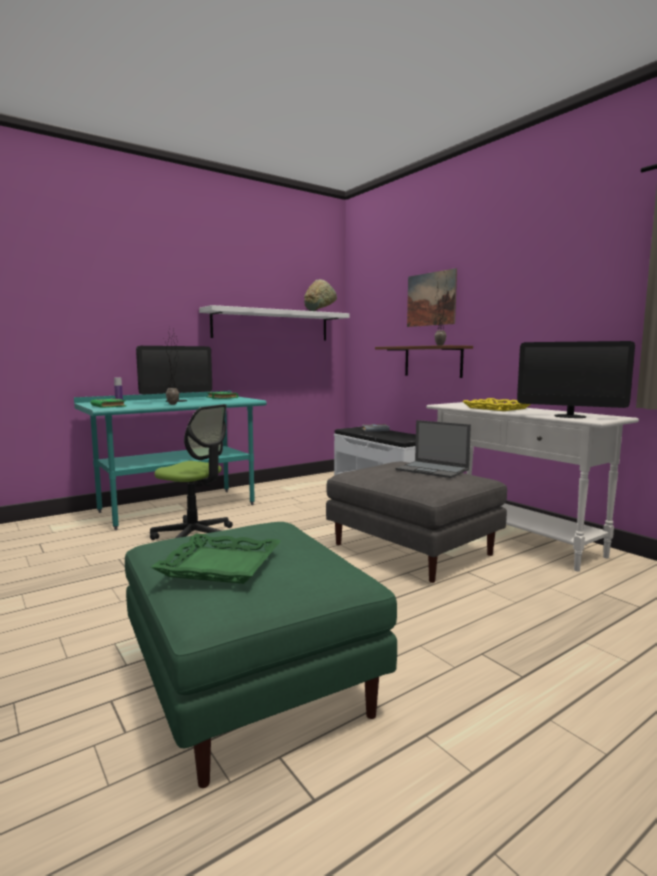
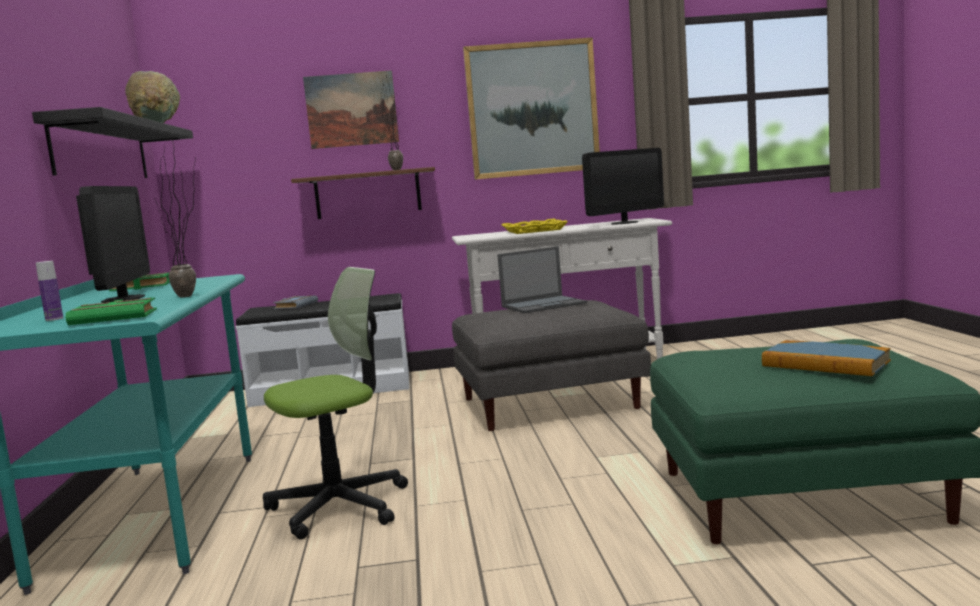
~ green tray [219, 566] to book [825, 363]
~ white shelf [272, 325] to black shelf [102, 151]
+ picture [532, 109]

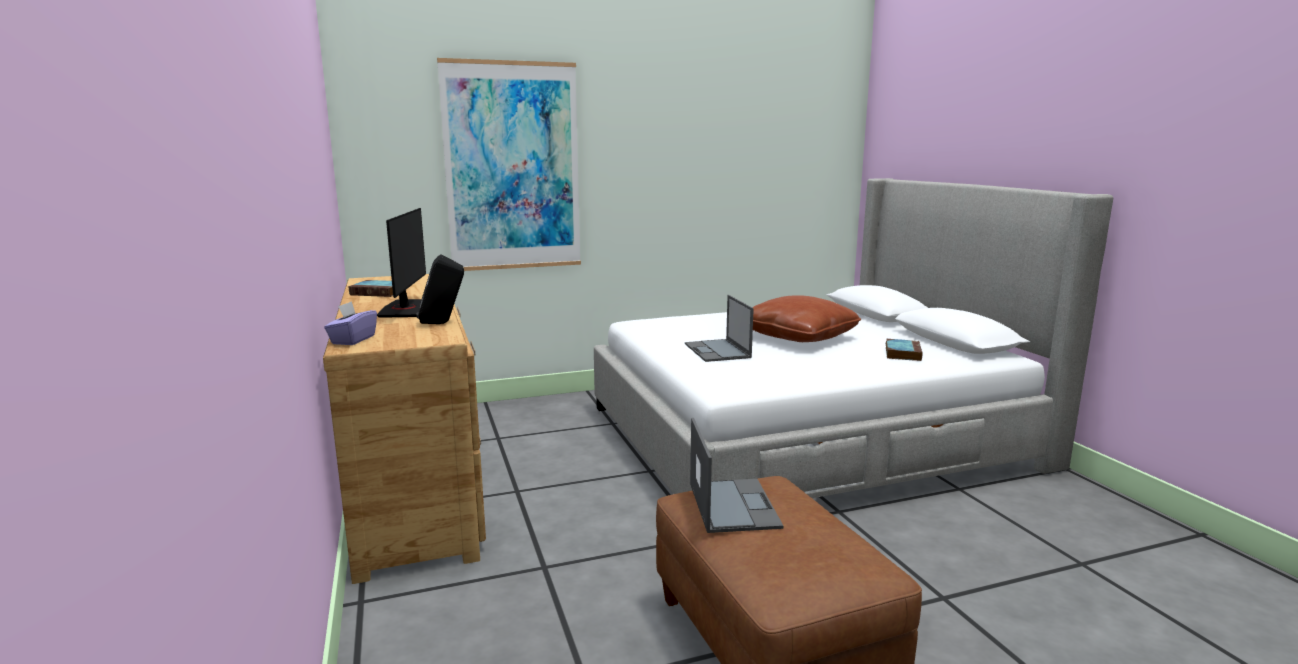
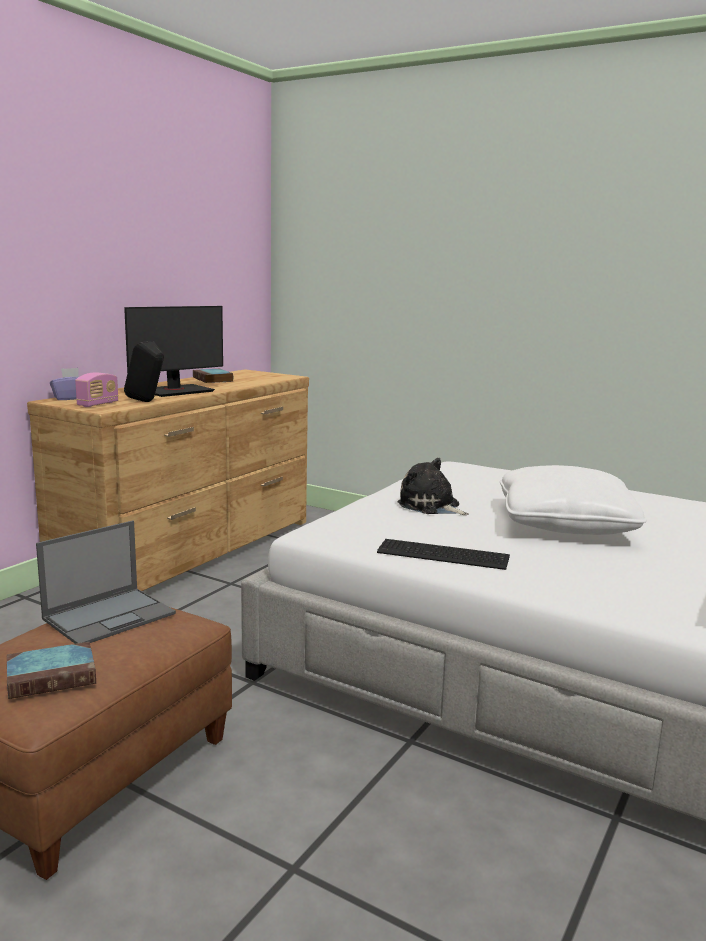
- picture [513, 167]
~ laptop [718, 351] to plush toy [431, 506]
~ brown pillow [798, 337] to white pillow [564, 524]
~ book [902, 353] to [53, 676]
+ radio [98, 404]
+ keyboard [444, 555]

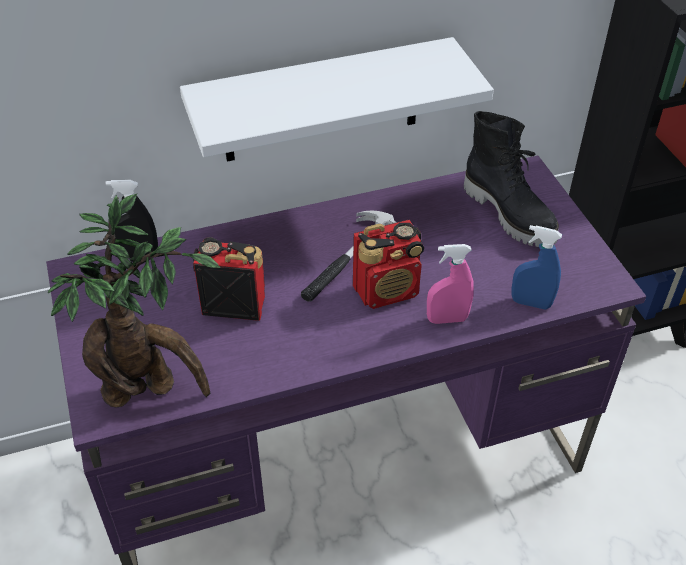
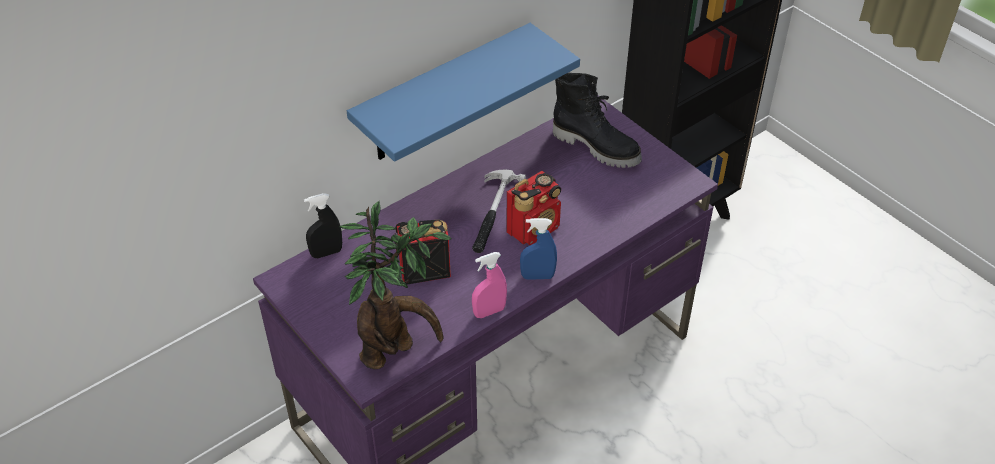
~ white shelf [321, 101] to blue shelf [443, 95]
~ pink spray bottle [447, 319] to [489, 311]
~ blue spray bottle [531, 303] to [537, 276]

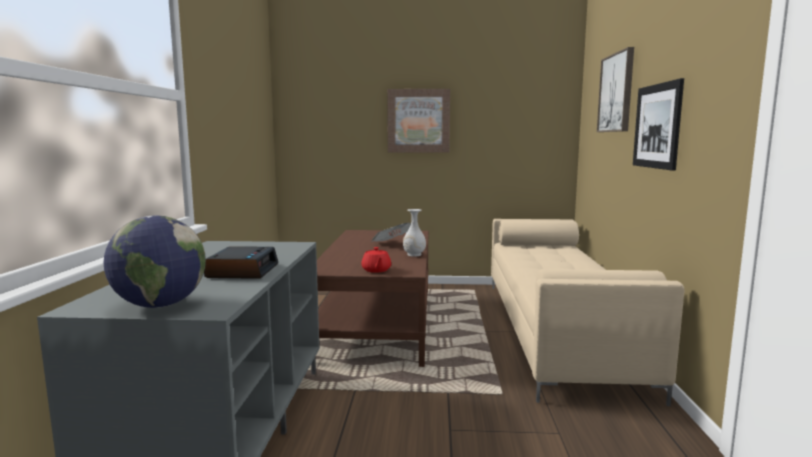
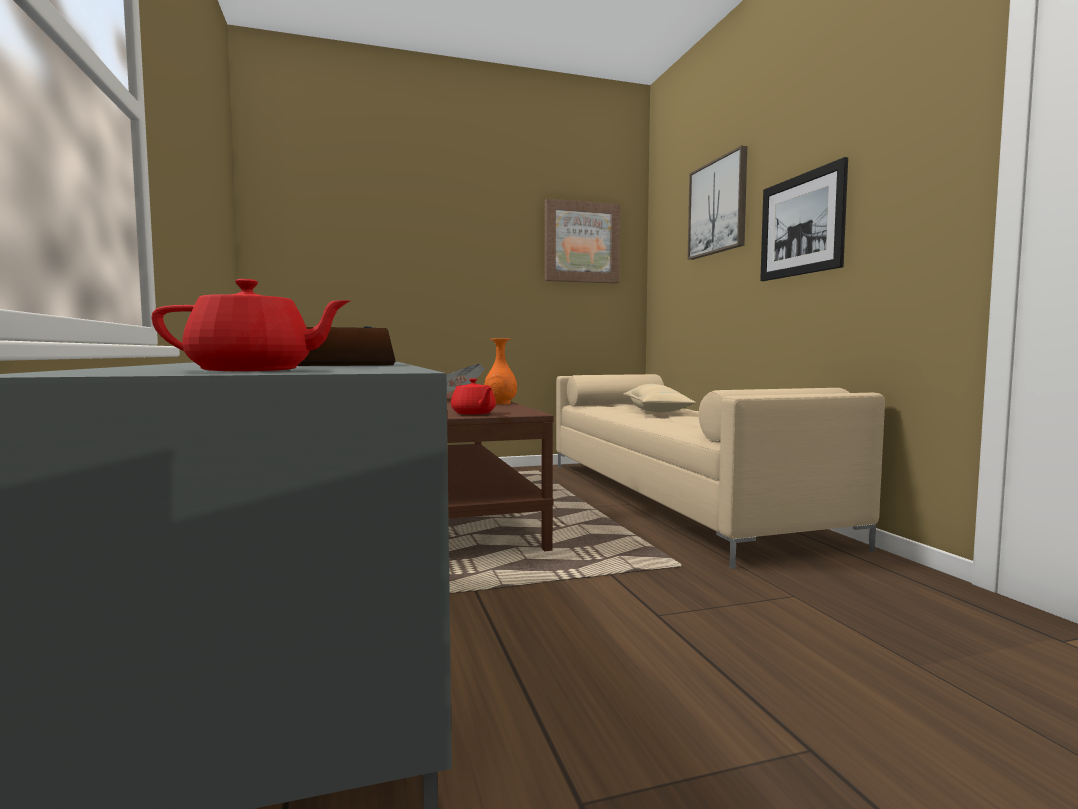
~ globe [160, 305] to red teapot [253, 370]
~ picture [418, 121] to [581, 242]
~ white vase [414, 254] to orange vase [500, 403]
+ beige pillow [656, 410]

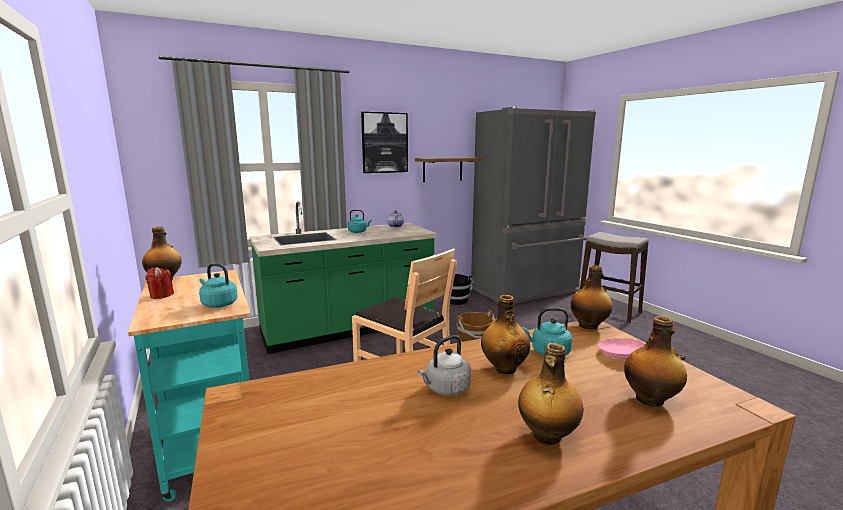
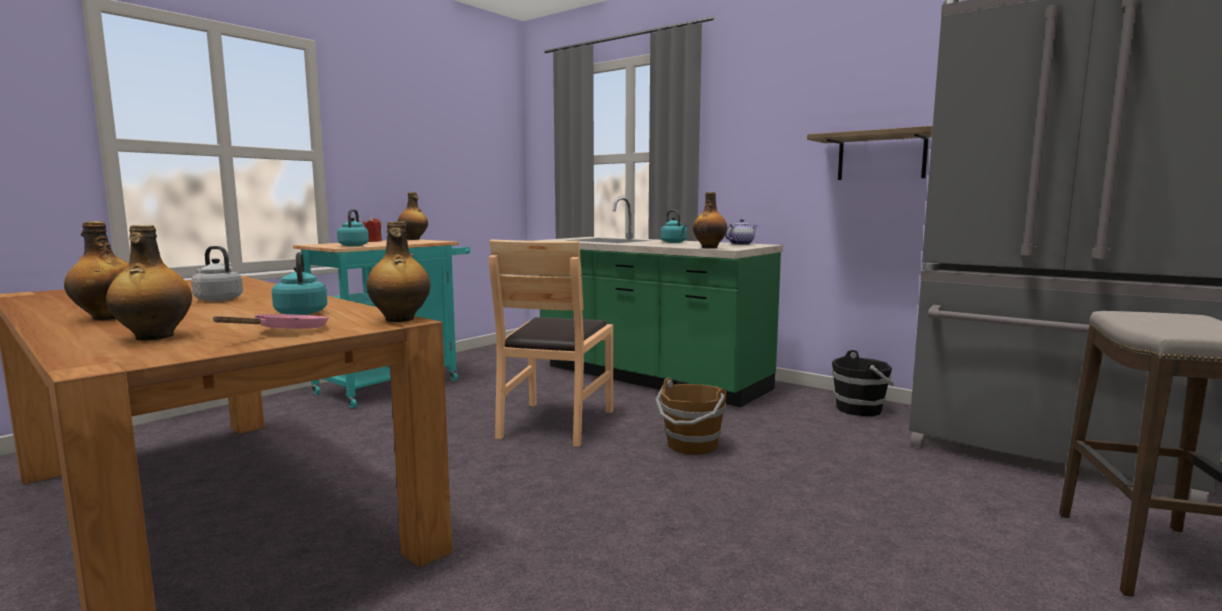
- picture [384, 143]
~ bottle [504, 368] to [709, 247]

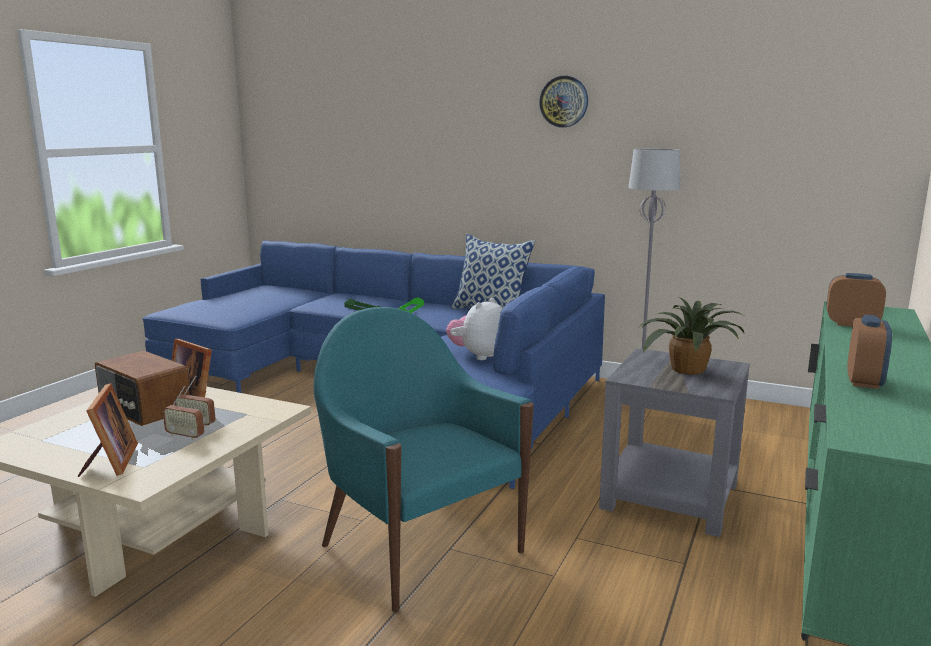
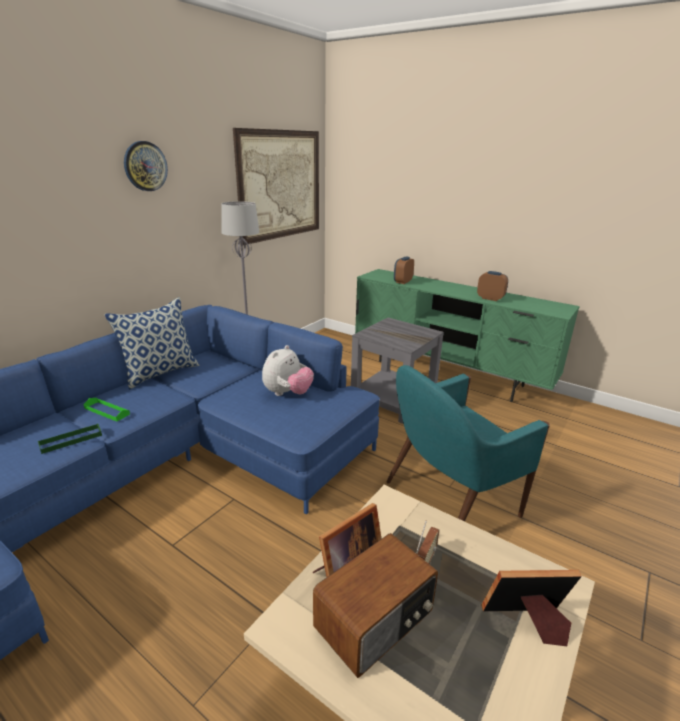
- radio [185, 436]
~ plush toy [478, 355] = [287, 393] 105 degrees counterclockwise
- potted plant [687, 370]
+ picture [280, 185]

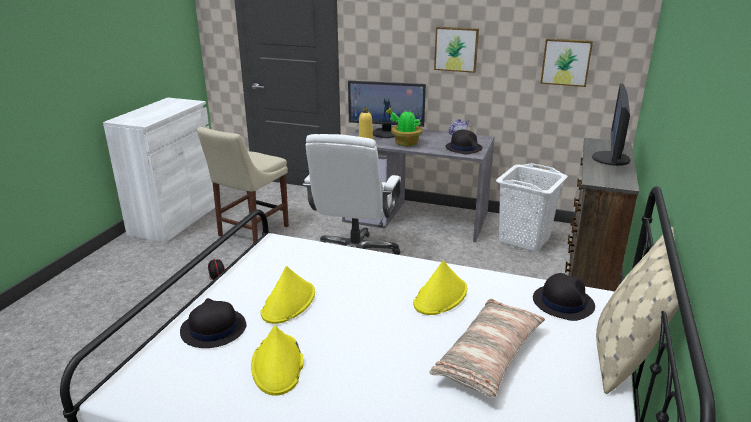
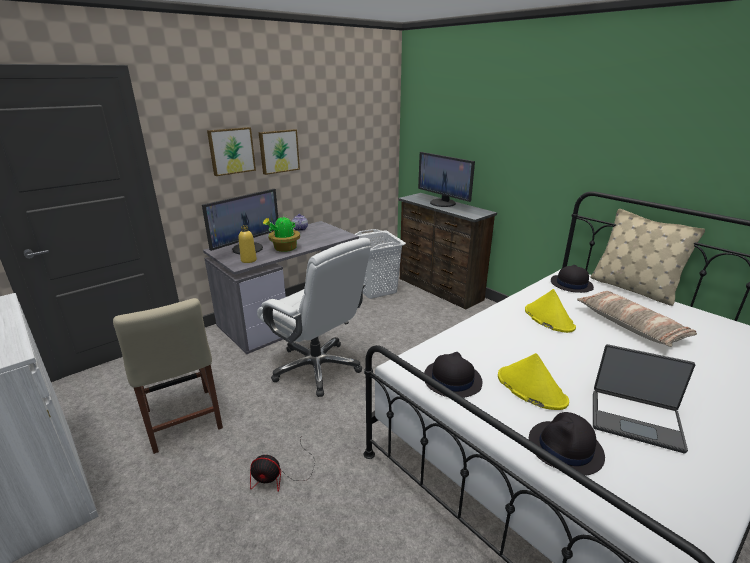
~ yellow hat [278, 365] to laptop [635, 419]
~ black hat [463, 148] to [451, 380]
~ picture [566, 62] to [231, 151]

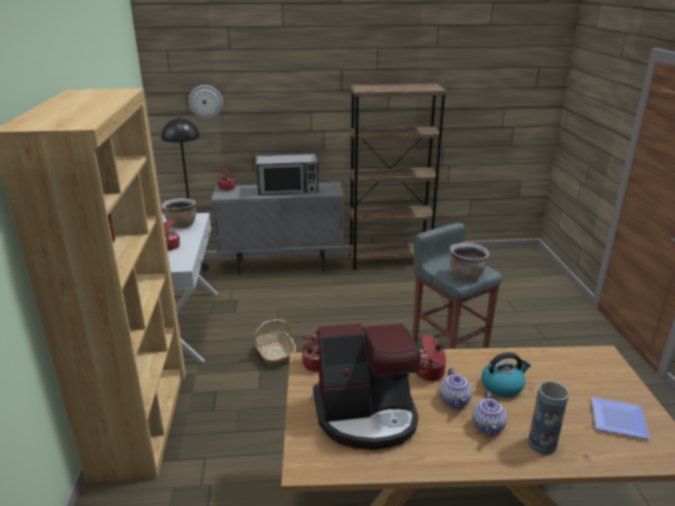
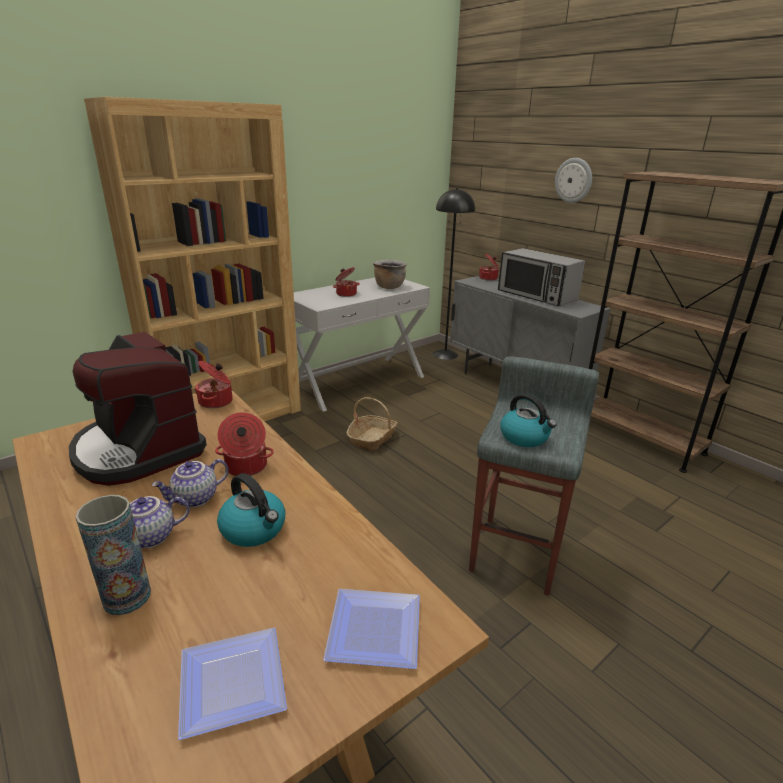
~ wall clock [206, 101] to [573, 180]
~ brown cooking pot [466, 275] to kettle [525, 437]
+ plate [378, 628]

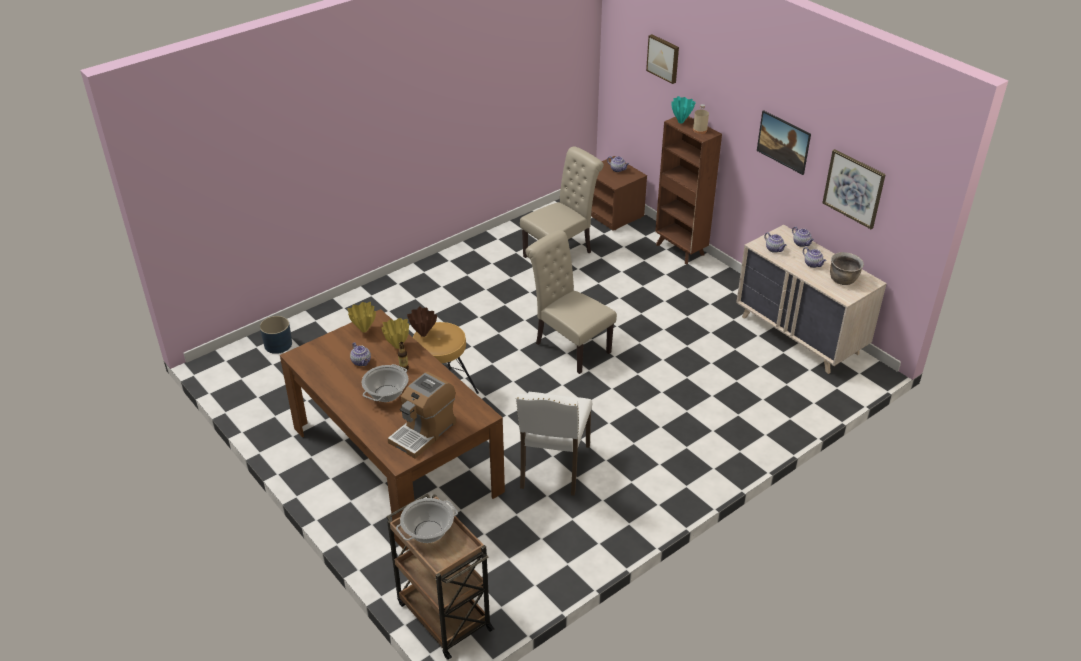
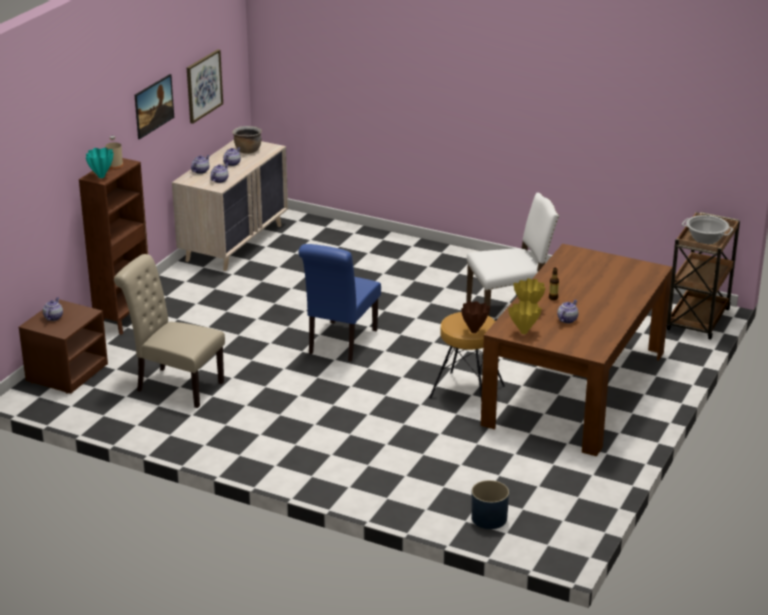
- cooking pot [386, 394]
- coffee machine [423, 432]
~ beige chair [569, 346] to blue chair [340, 343]
- picture [664, 58]

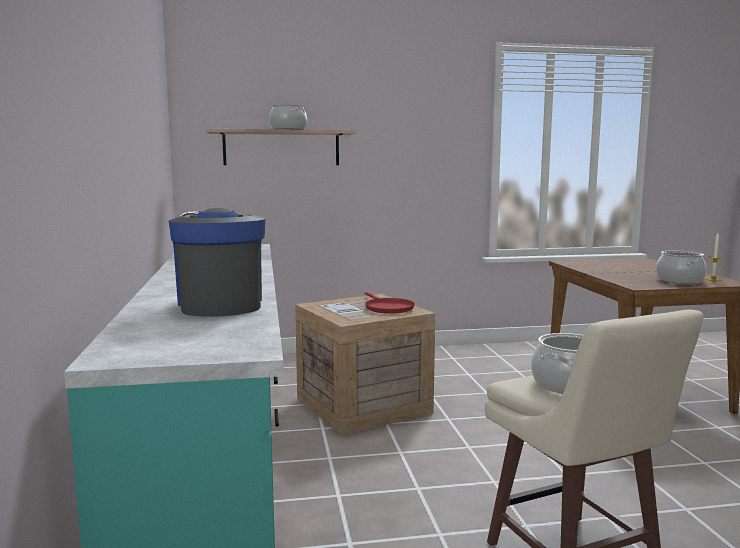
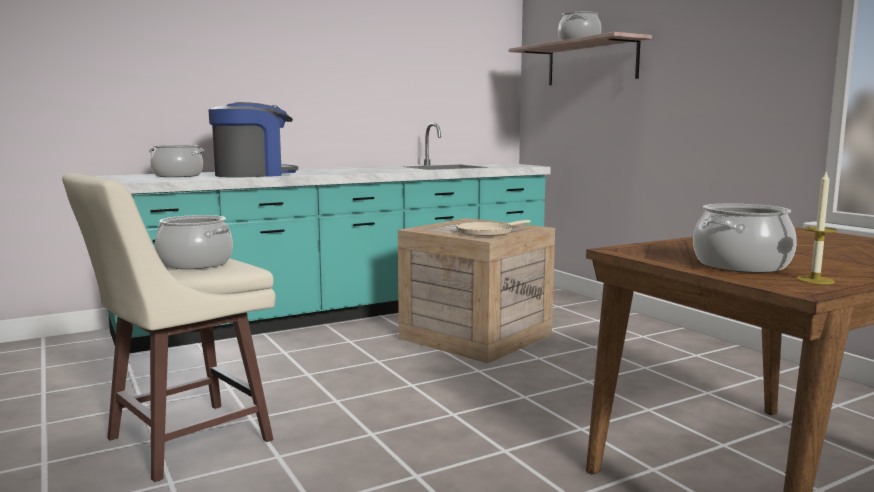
~ red frying pan [387, 308] to beige frying pan [487, 232]
+ cooking pot [178, 175]

